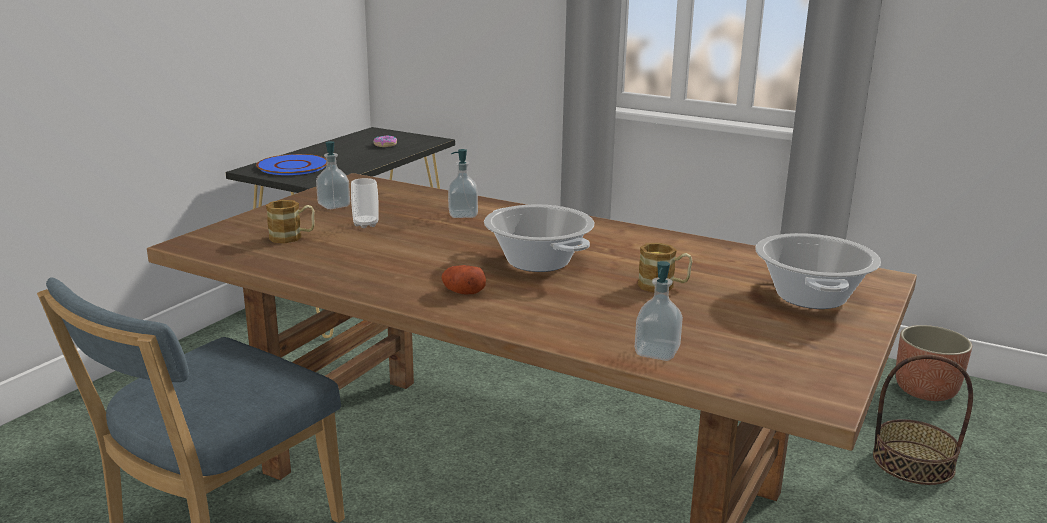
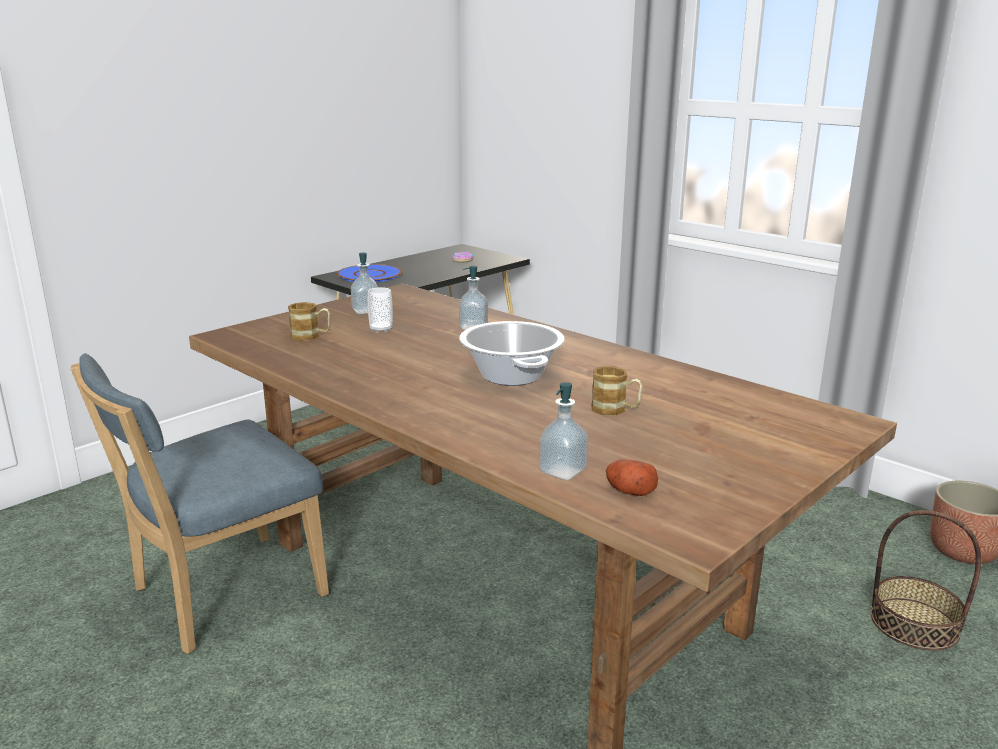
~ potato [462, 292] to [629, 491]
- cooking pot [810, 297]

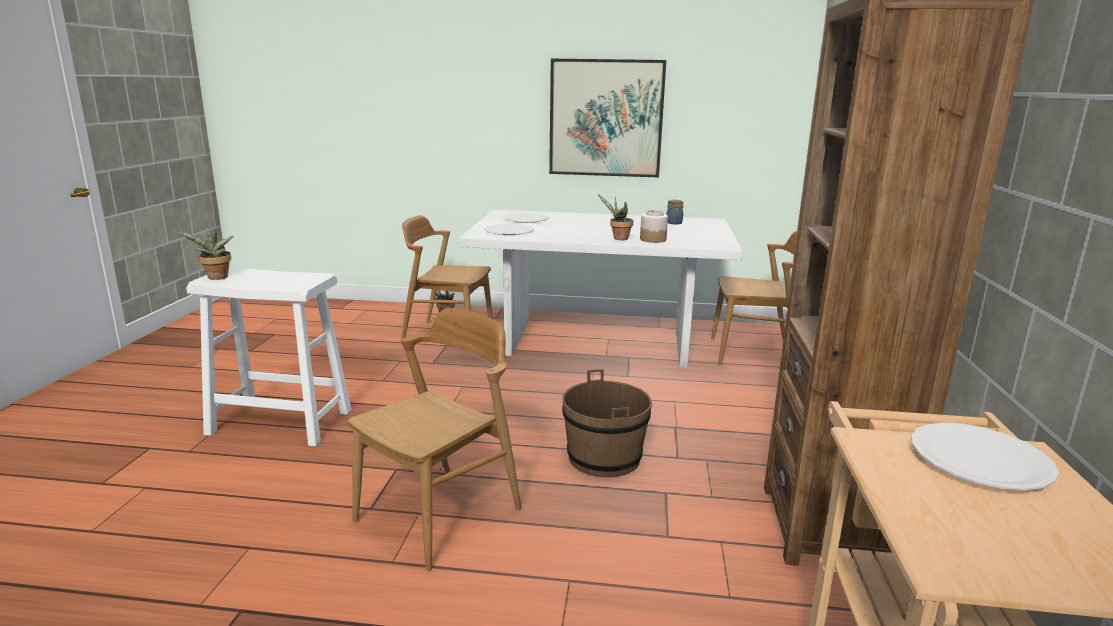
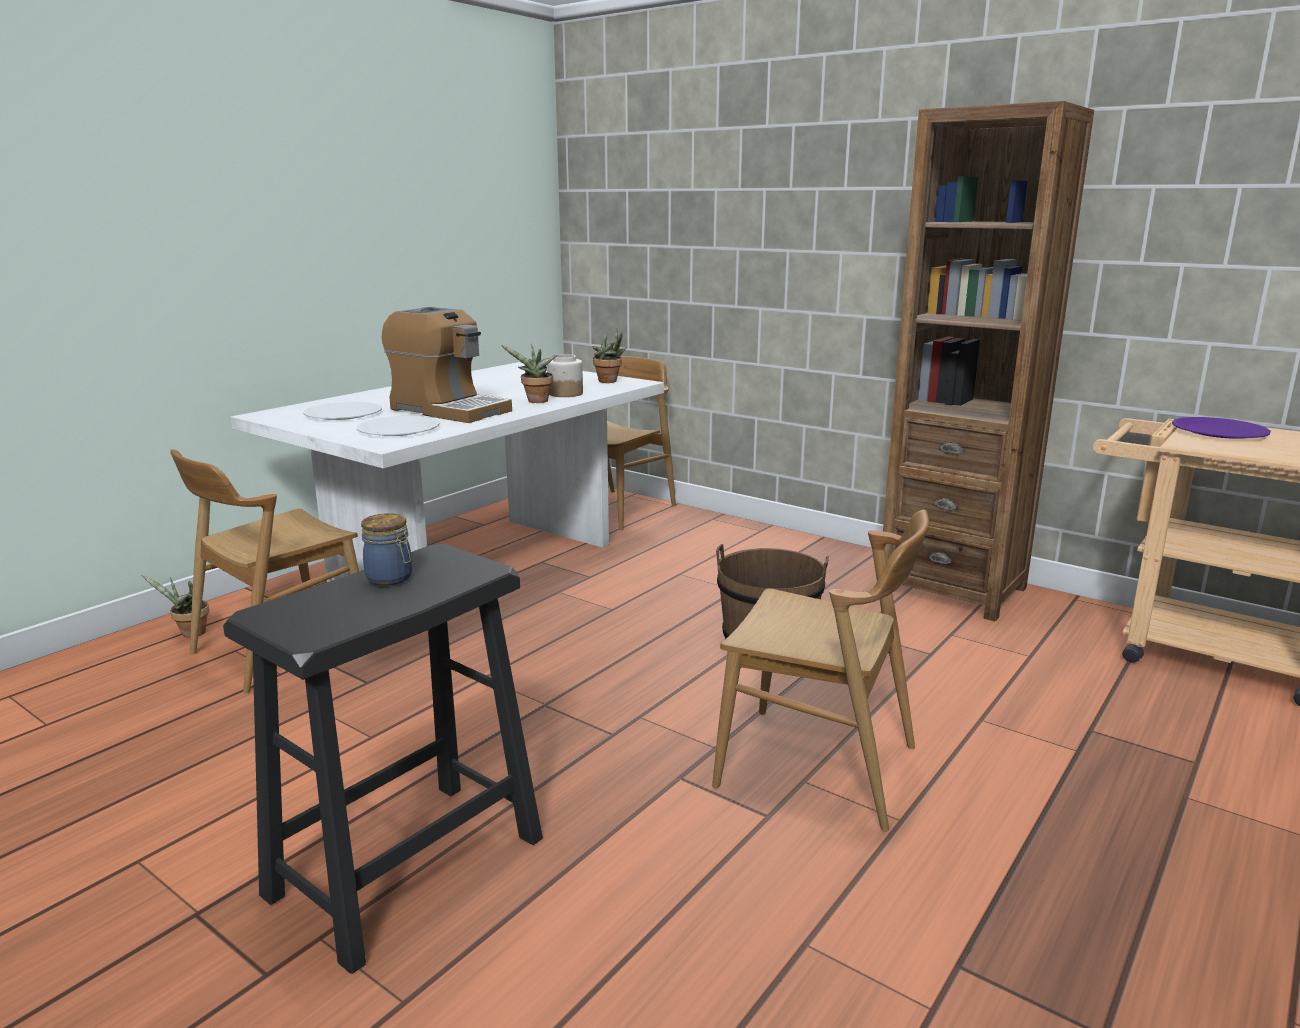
~ potted plant [216, 278] to [610, 381]
~ white stool [279, 422] to black stool [405, 867]
~ brown chair [439, 515] = [817, 767] 135 degrees clockwise
- picture [606, 118]
~ jar [674, 223] to [391, 578]
~ white plate [980, 459] to purple plate [1219, 431]
+ coffee machine [448, 410]

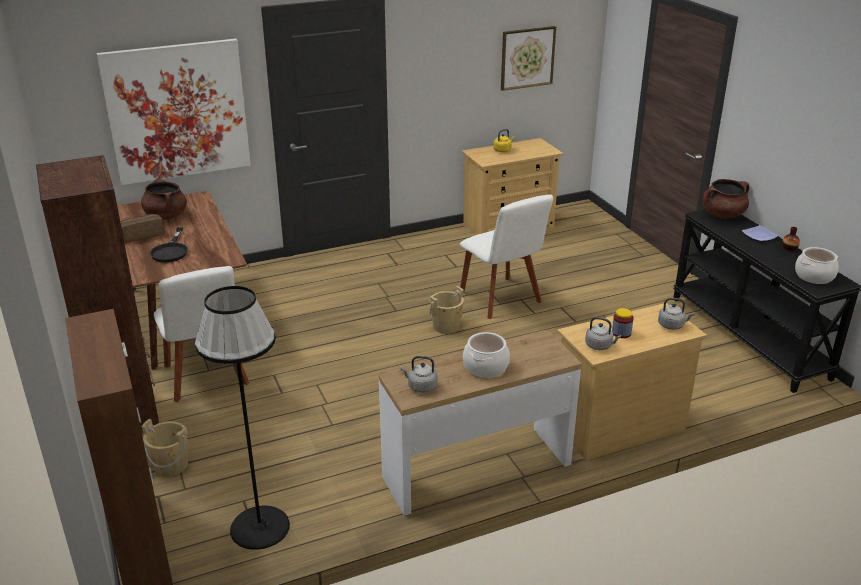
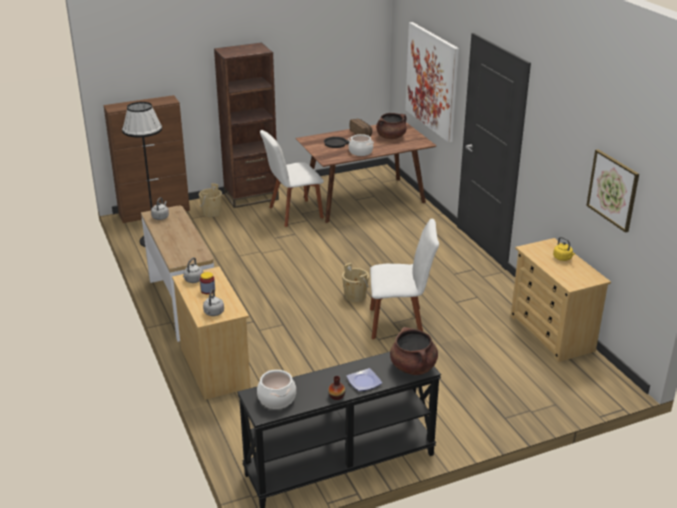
~ white chair [502, 299] = [400, 323] 150 degrees counterclockwise
~ cooking pot [485, 366] to [360, 152]

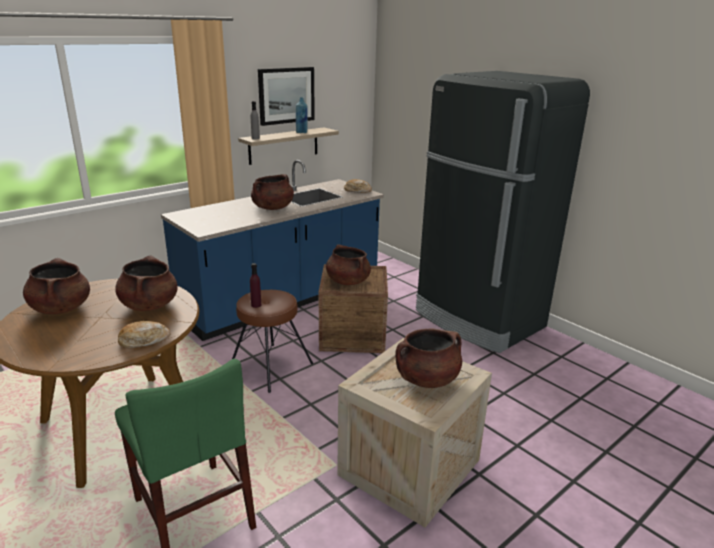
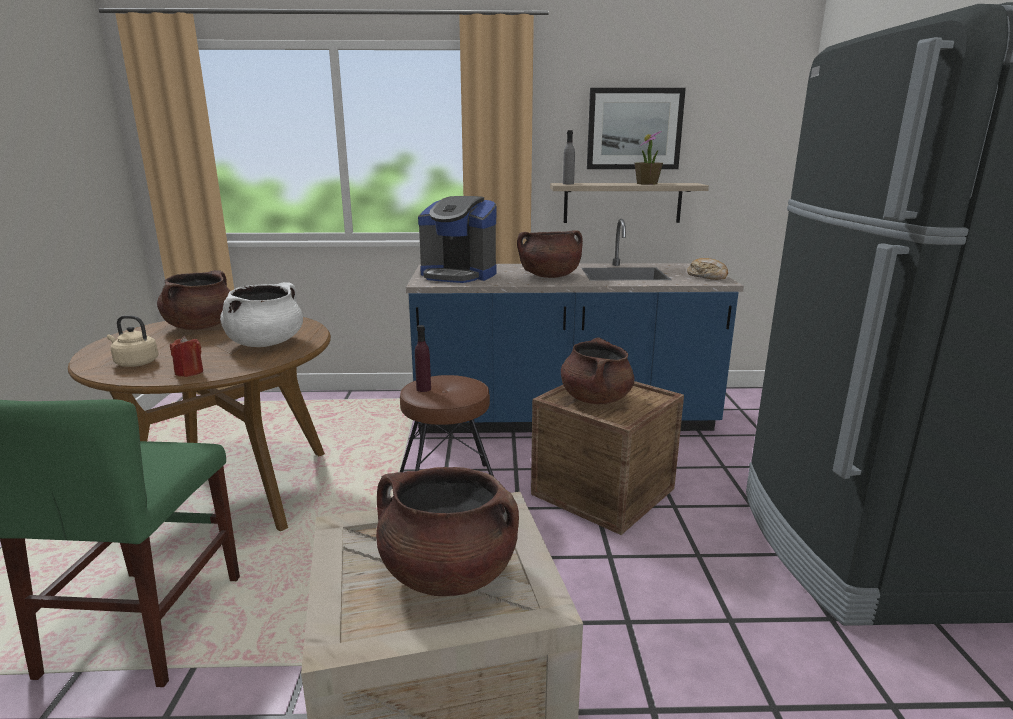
~ brown cooking pot [149, 305] to white cooking pot [266, 343]
~ bread [144, 340] to red candle [189, 372]
~ blue bottle [301, 132] to potted plant [647, 183]
+ beige kettle [135, 363]
+ coffee machine [458, 275]

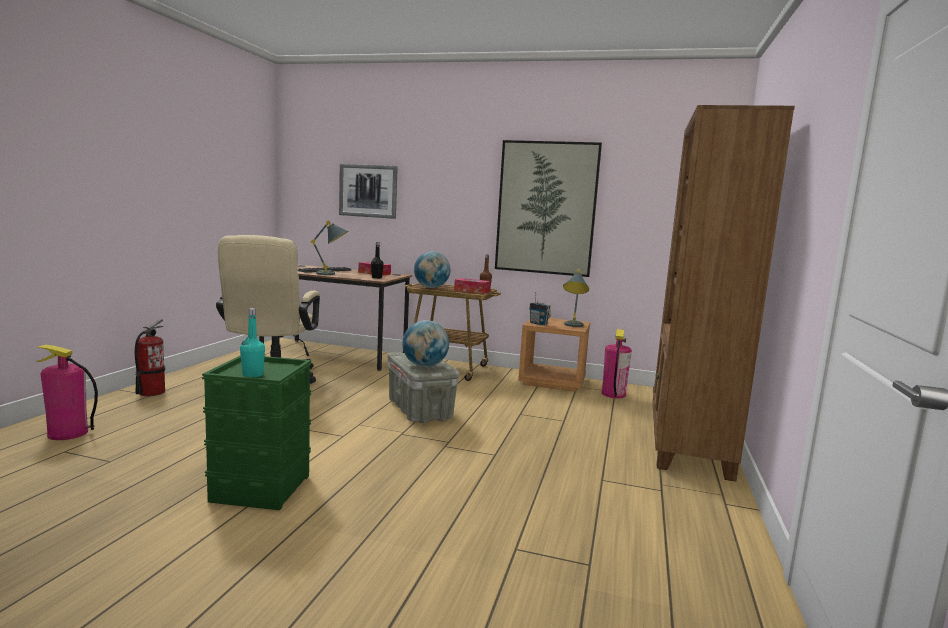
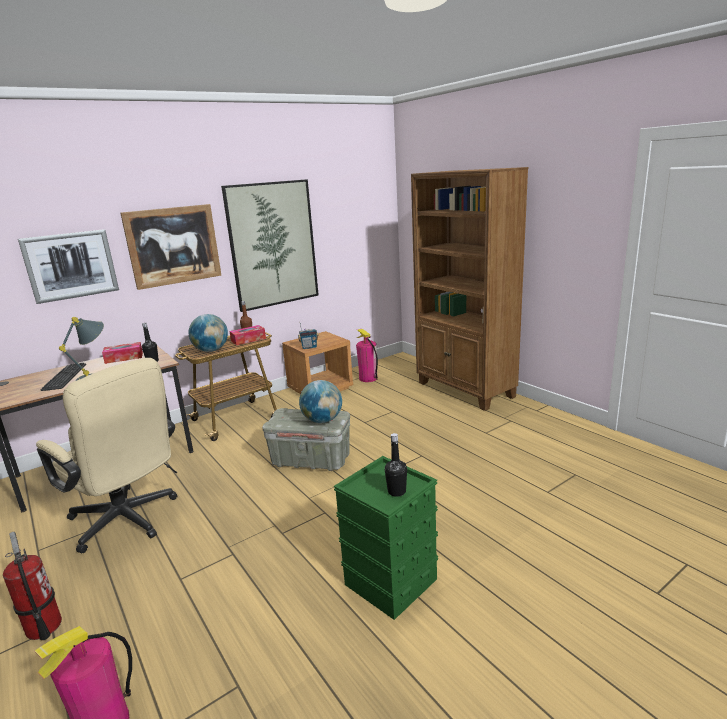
~ turquoise bottle [252, 375] to black bottle [396, 491]
- grey table lamp [572, 326]
+ picture [173, 246]

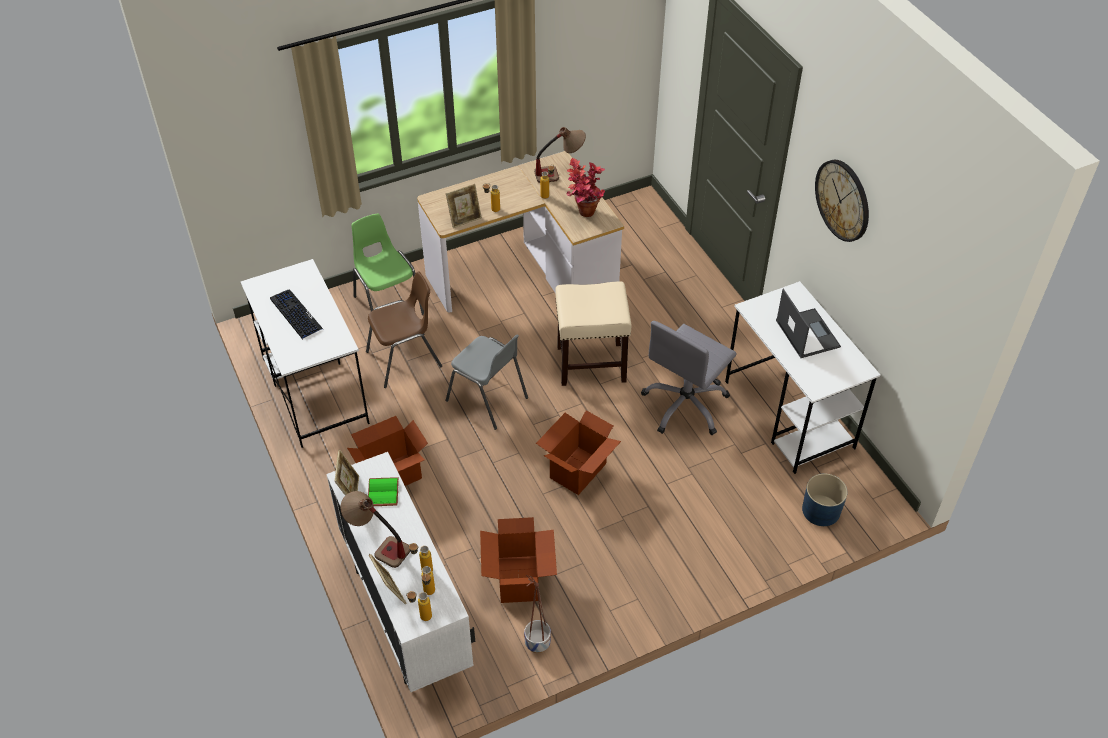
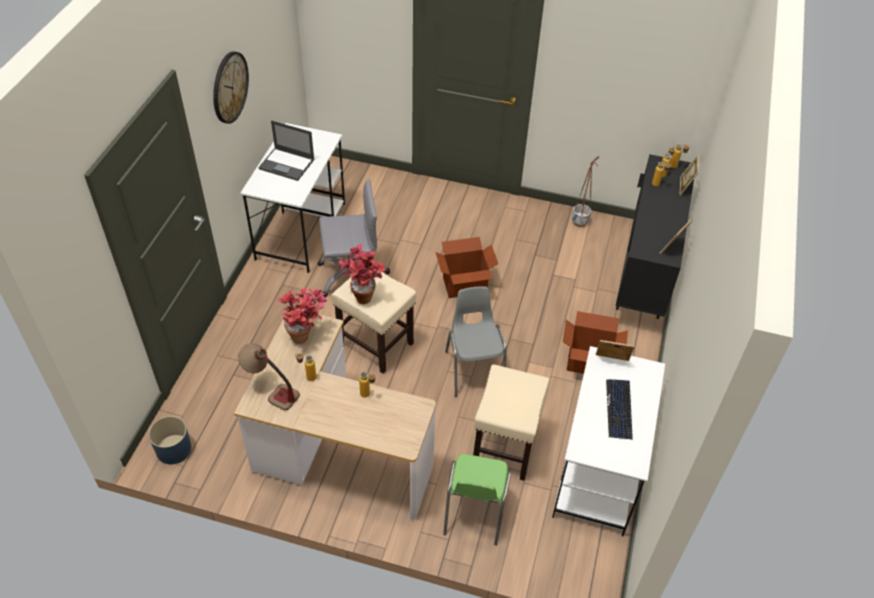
~ white cabinet [406, 615] to black cabinet [643, 278]
- table lamp [378, 545]
~ brown chair [405, 360] to beige stool [505, 446]
- green book [384, 493]
~ picture frame [464, 219] to [611, 362]
- cardboard box [519, 579]
~ laptop [807, 333] = [287, 164] 90 degrees counterclockwise
~ blue planter [821, 511] to [173, 449]
+ potted plant [363, 294]

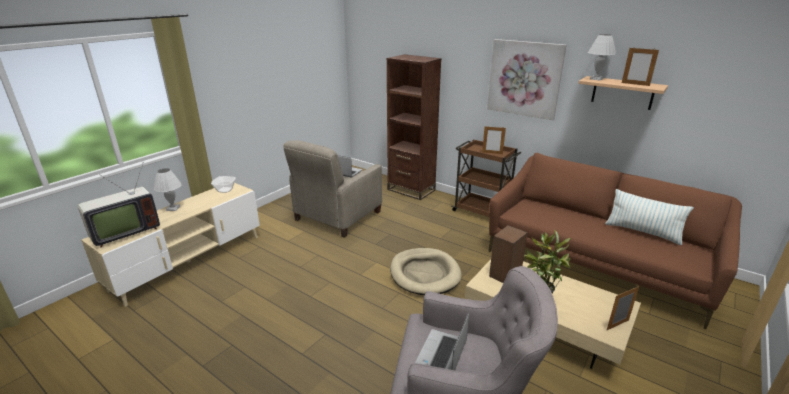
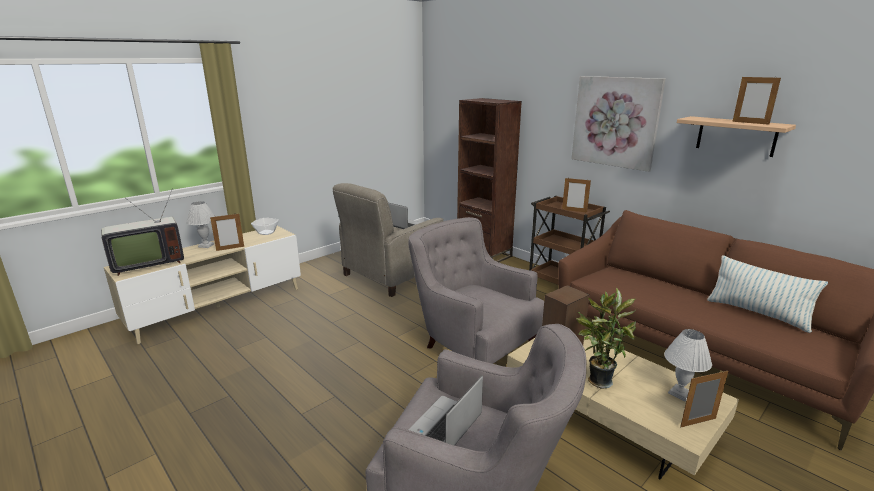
~ beige dog bed [424, 274] to grey armchair [472, 343]
~ white table lamp [596, 79] to [680, 393]
+ picture frame [230, 248]

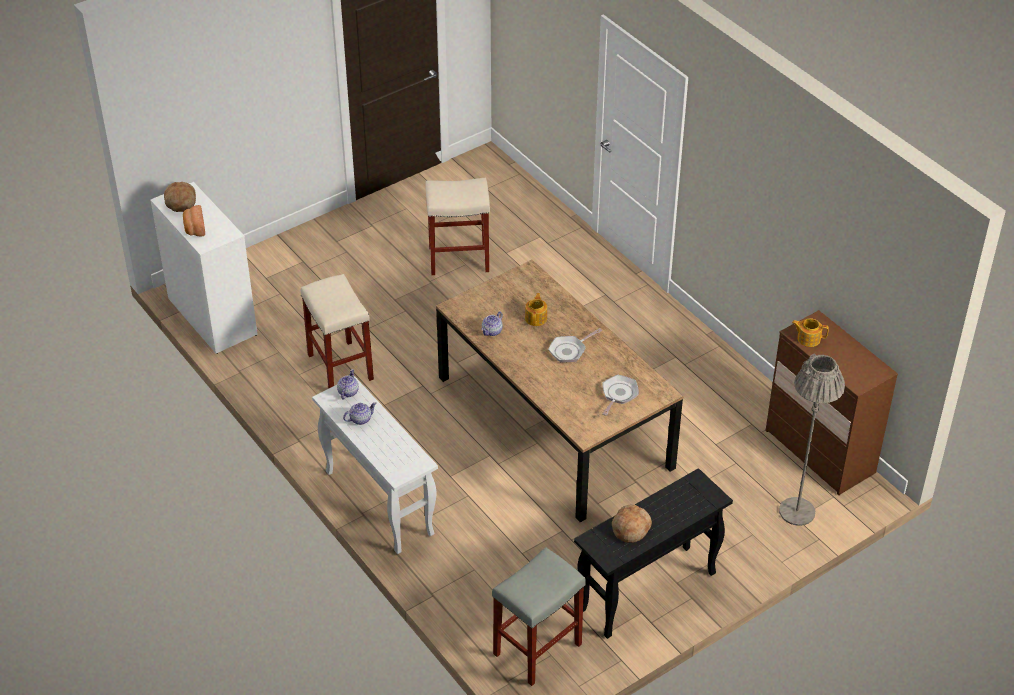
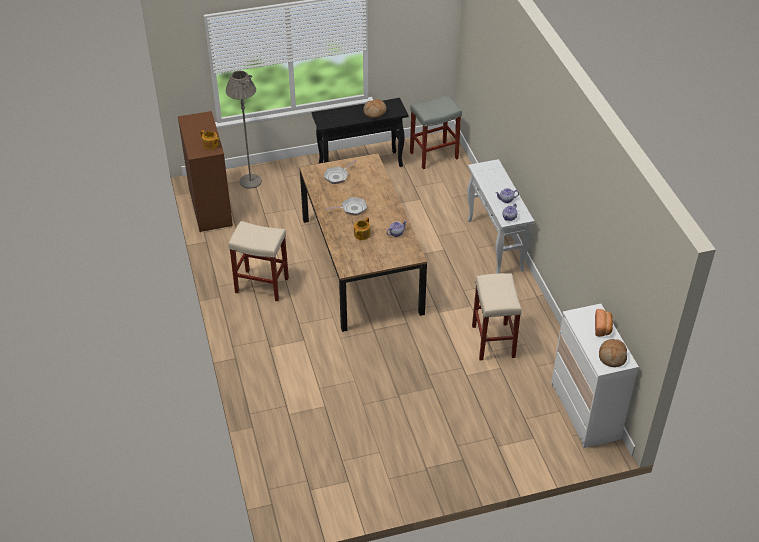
~ beige stool [459, 259] to [261, 285]

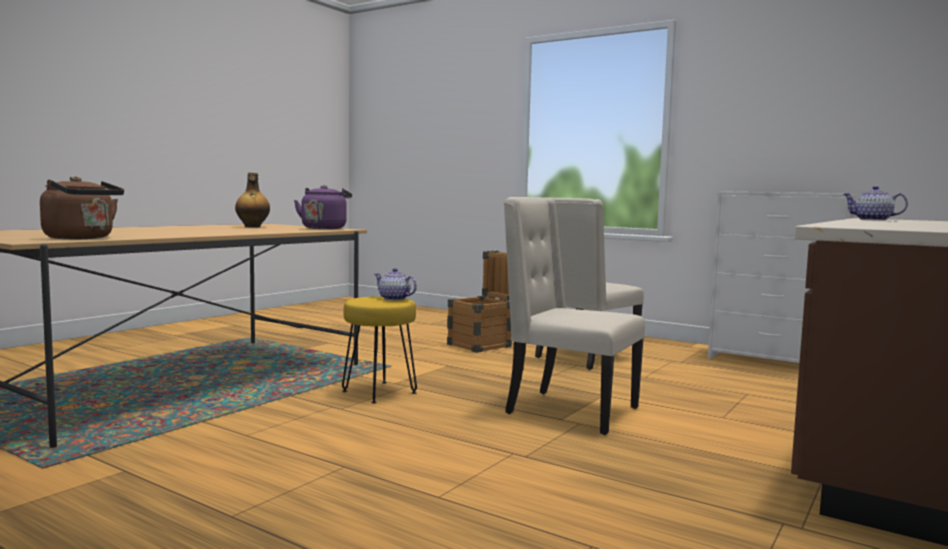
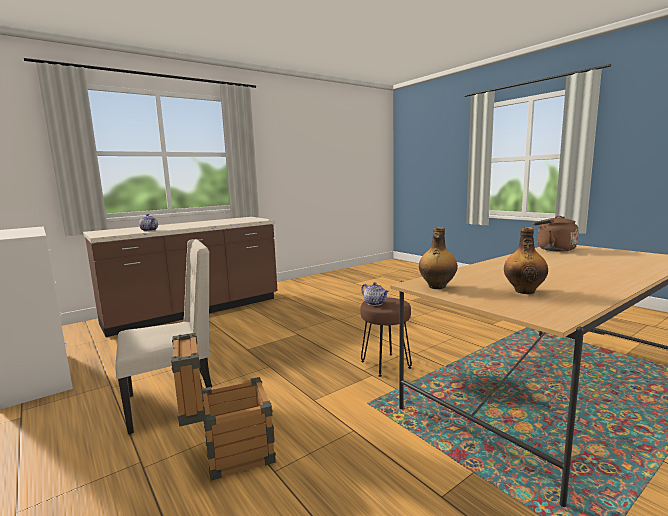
~ purple kettle [324, 228] to bottle [436, 287]
~ yellow stool [379, 392] to brown stool [385, 364]
- beige chair [568, 411]

